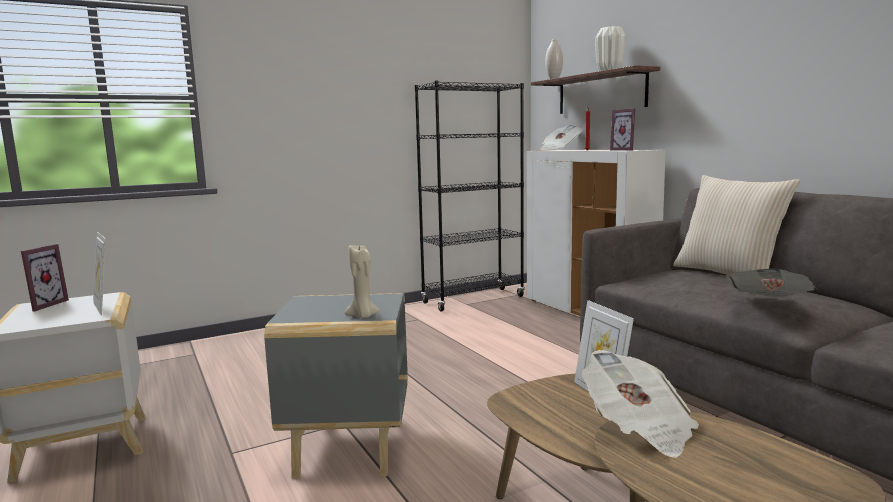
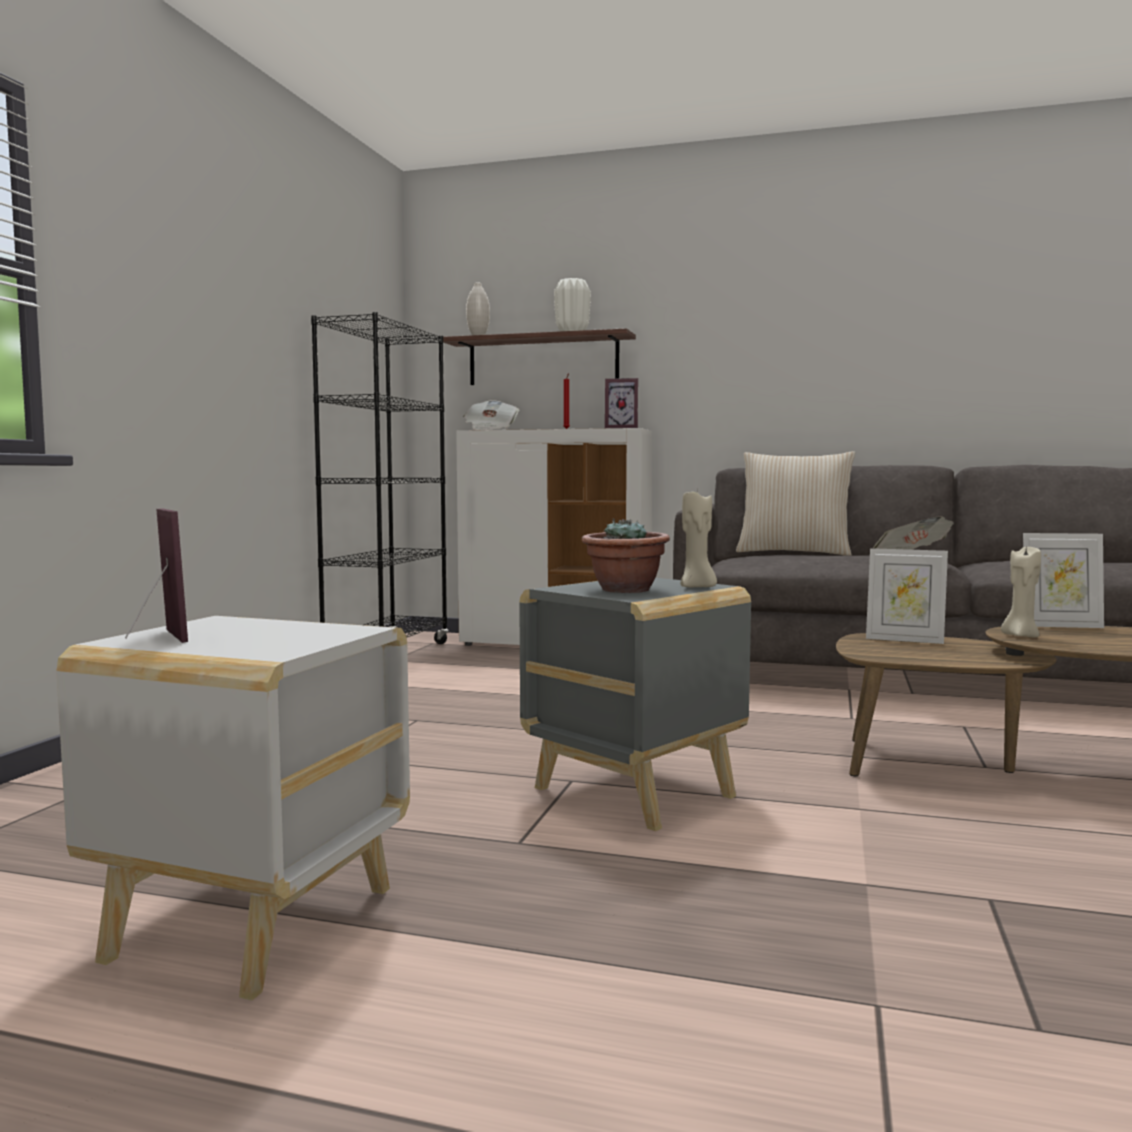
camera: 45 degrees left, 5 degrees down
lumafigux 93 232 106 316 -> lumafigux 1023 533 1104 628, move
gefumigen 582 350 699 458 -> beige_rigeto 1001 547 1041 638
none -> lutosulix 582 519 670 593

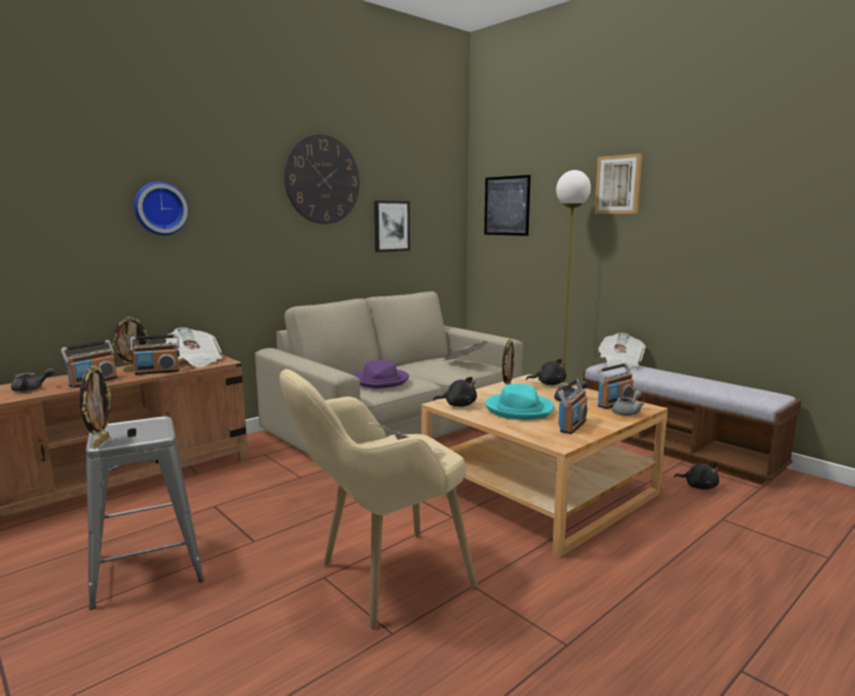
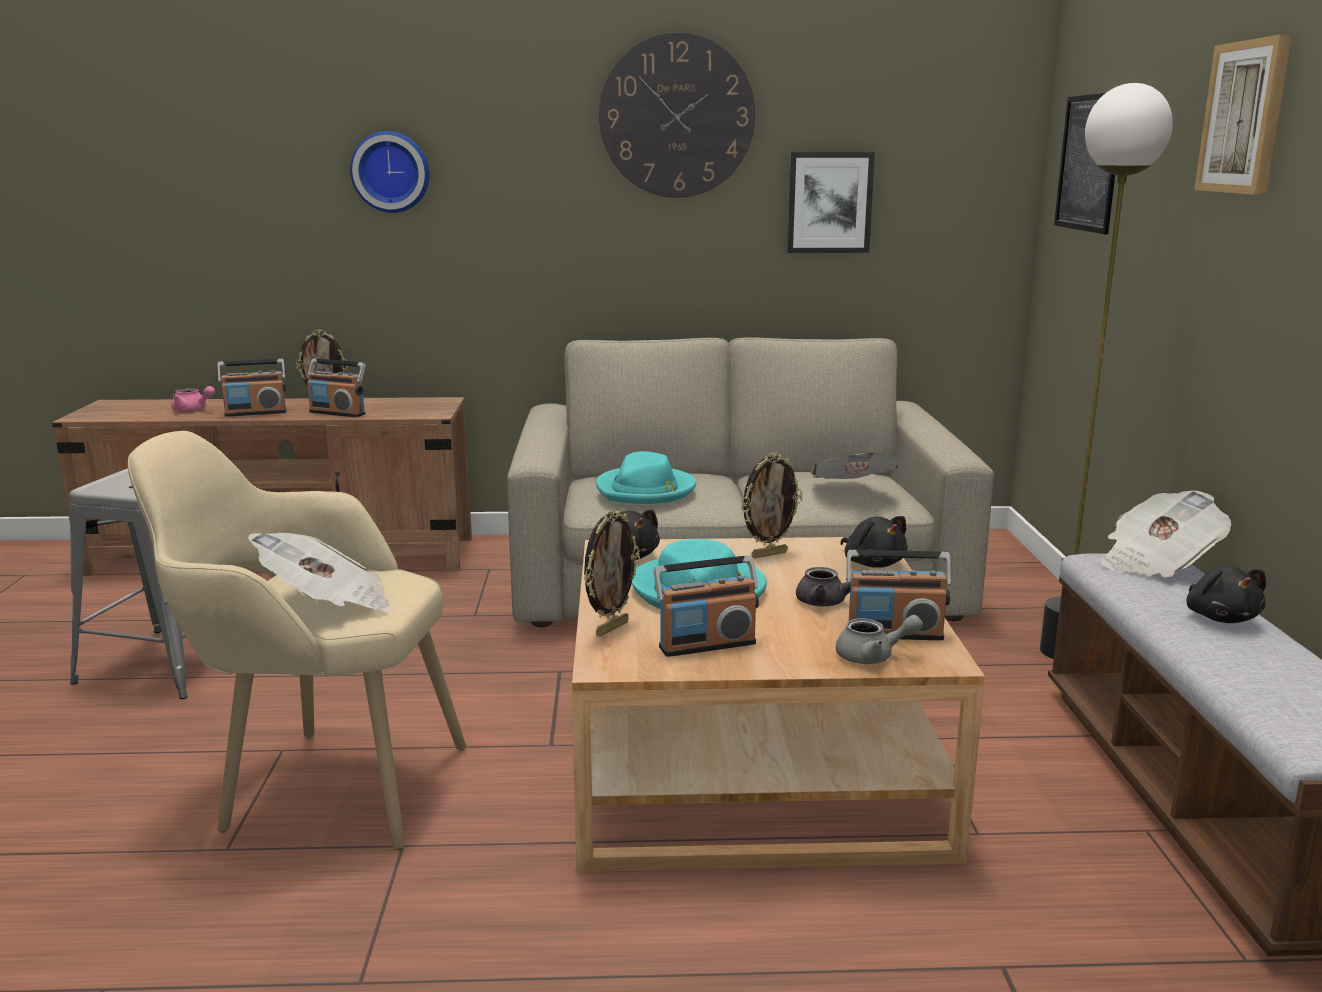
camera: 40 degrees right, 5 degrees up
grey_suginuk 11 368 55 392 -> pink_suginuk 171 386 215 412
lumafigux 80 365 111 448 -> lumafigux 584 509 640 637, move
gefumigen 166 327 223 367 -> none
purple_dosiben 353 360 409 389 -> turquoise_dosiben 596 451 696 504
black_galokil 674 462 719 490 -> black_galokil 1186 566 1266 623, move

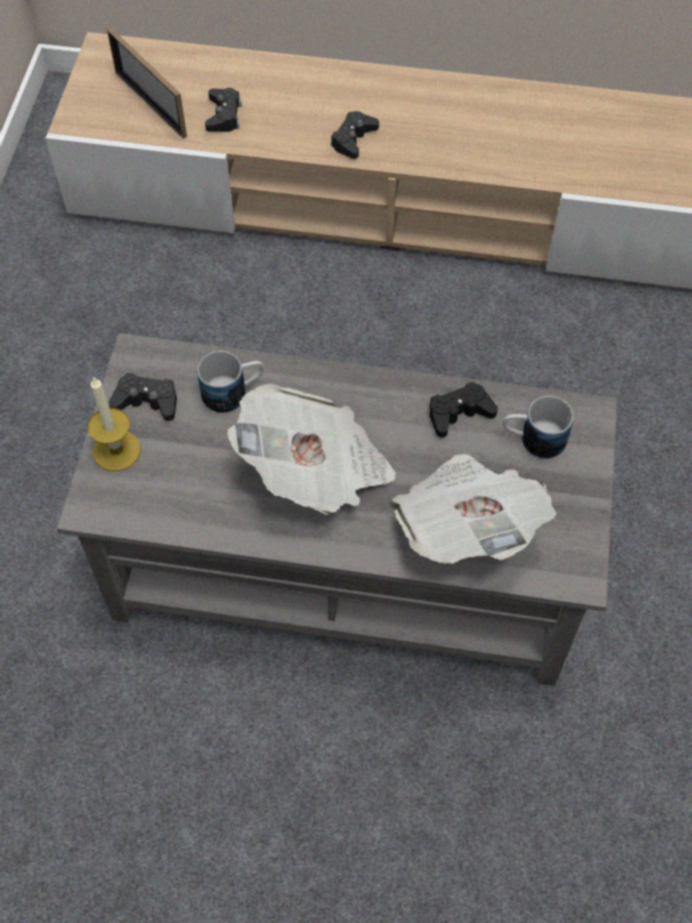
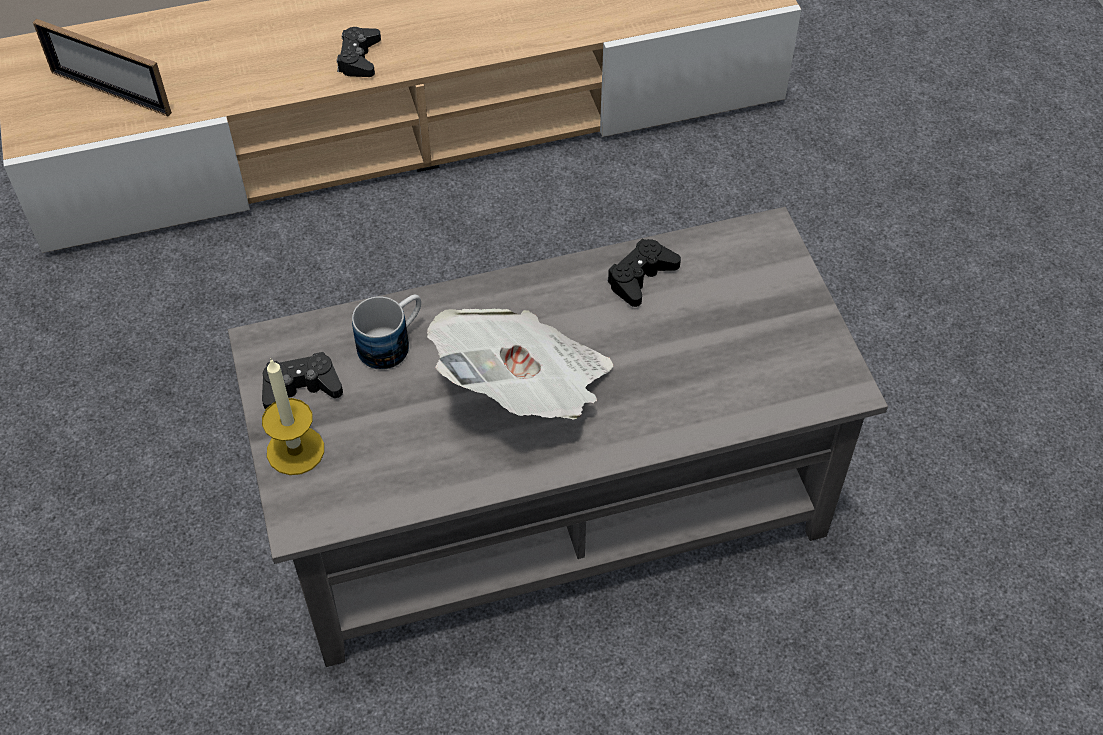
camera: 25 degrees left, 5 degrees down
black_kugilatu 205 88 242 132 -> none
gefumigen 392 454 556 564 -> none
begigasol 503 396 573 459 -> none

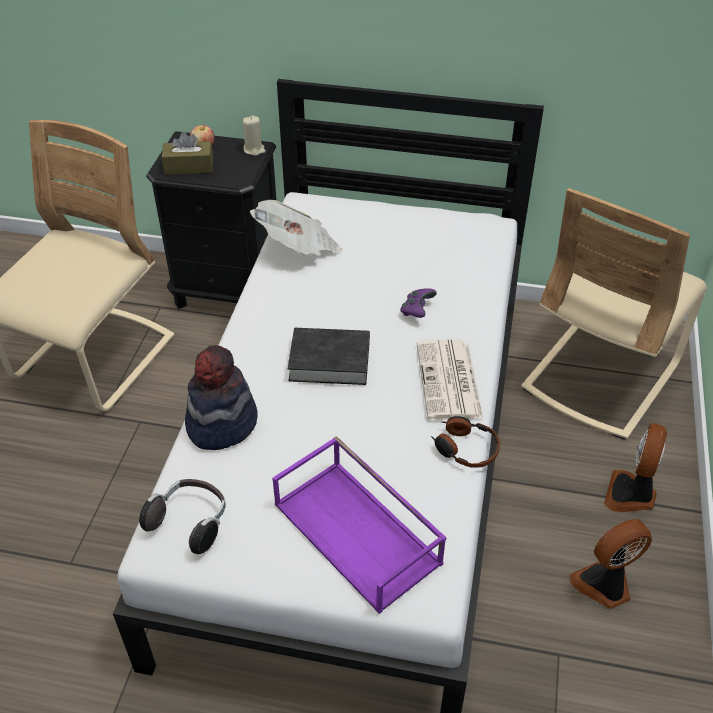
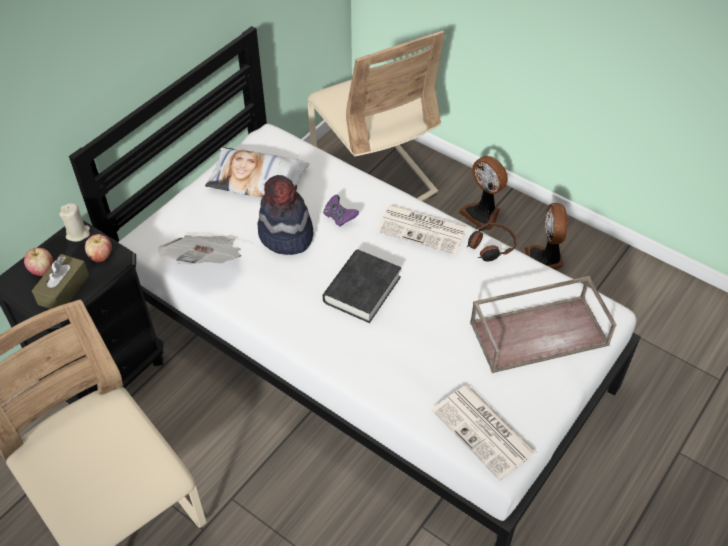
camera: 65 degrees left, 5 degrees up
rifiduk 139 479 226 554 -> gefumigen 432 385 537 480
dosiben 185 345 258 450 -> dosiben 257 175 313 255, move
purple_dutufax 272 436 446 614 -> brown_dutufax 470 276 617 373
none -> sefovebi 85 234 112 262
none -> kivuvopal 205 147 309 197

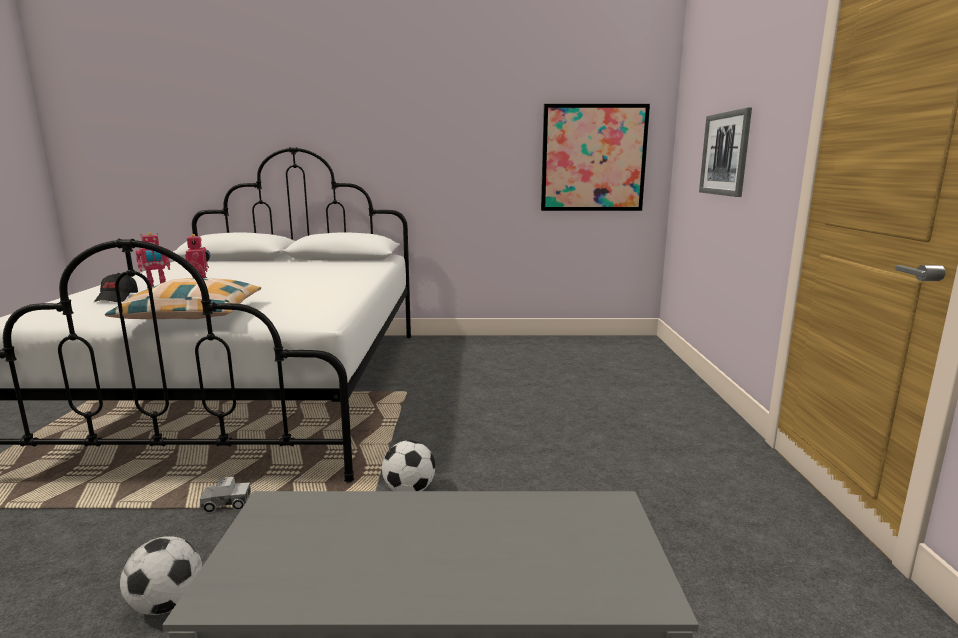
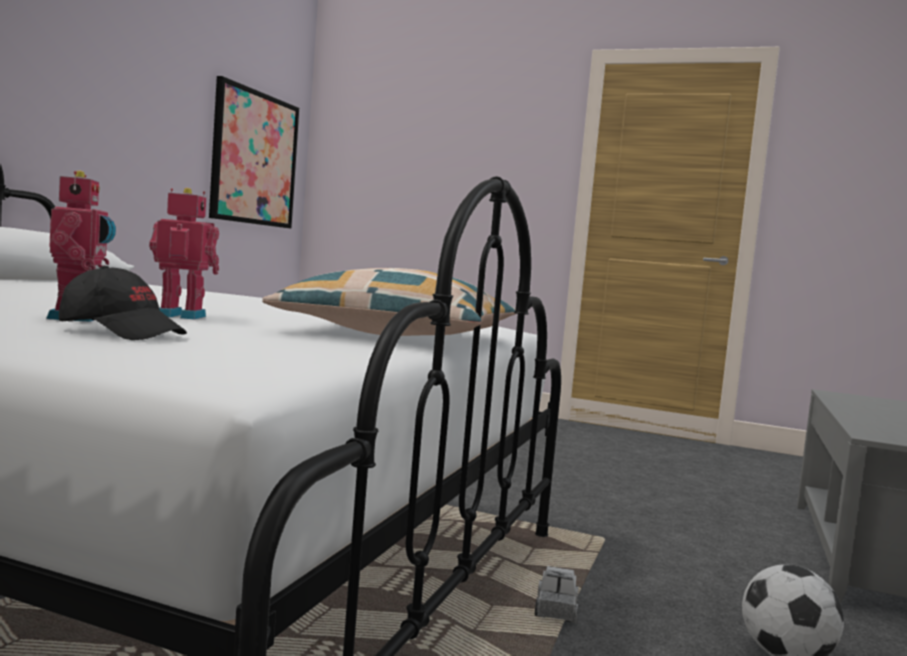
camera: 70 degrees left, 10 degrees down
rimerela 382 440 435 491 -> none
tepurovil 699 108 752 197 -> none

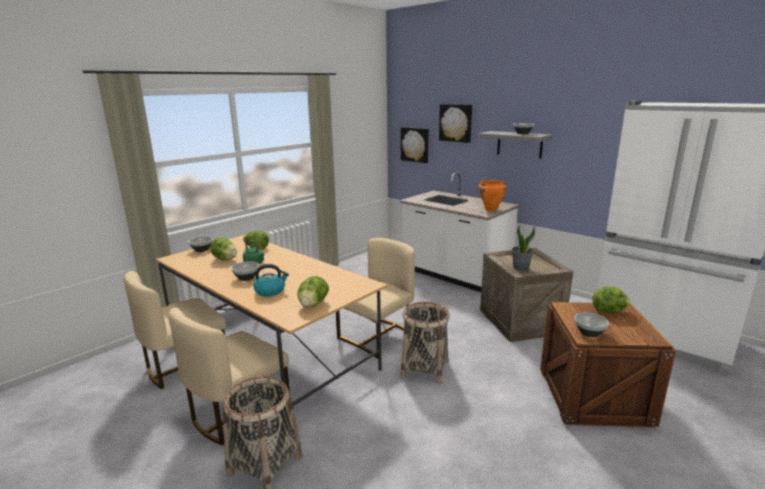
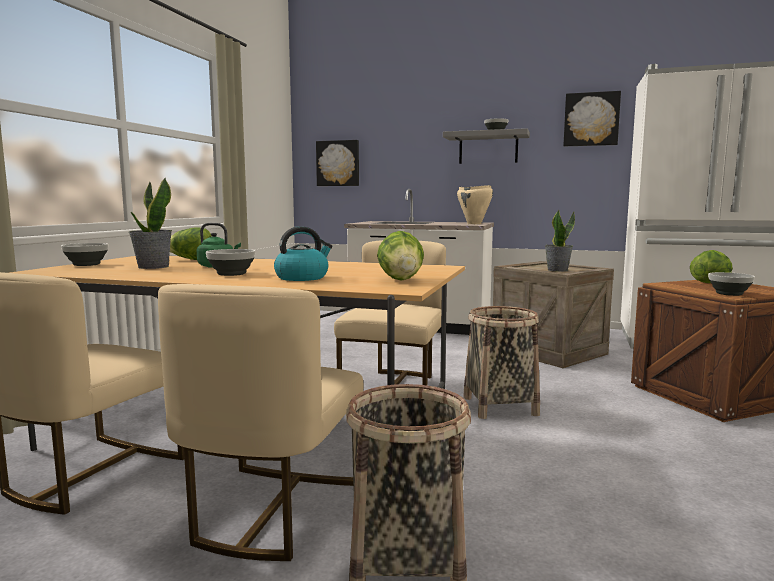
camera: 25 degrees left, 10 degrees down
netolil 210 237 237 260 -> lutosulix 129 178 172 269
tepurovil 439 104 472 143 -> tepurovil 563 91 621 146, move
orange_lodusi 479 180 507 212 -> beige_lodusi 457 185 493 224

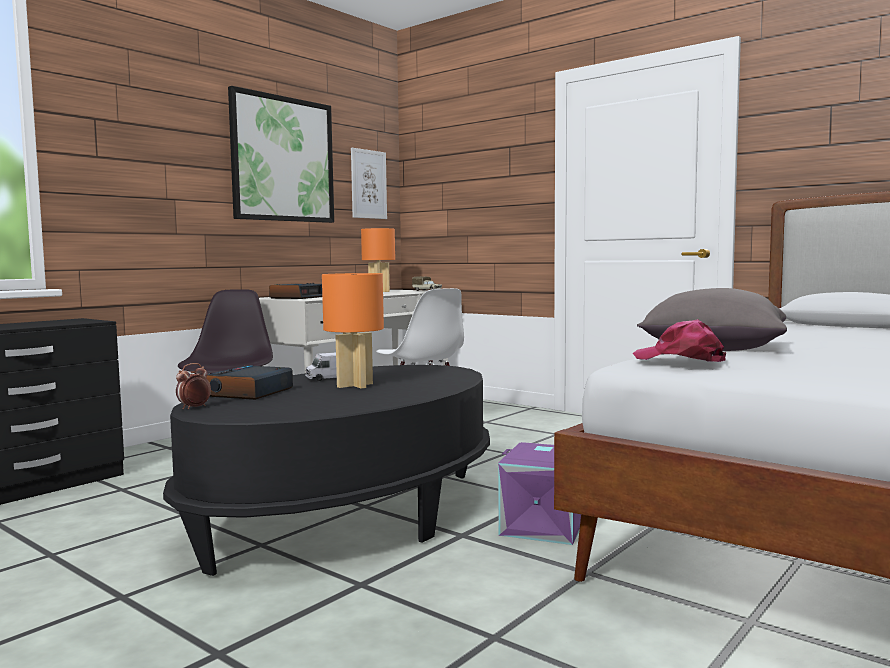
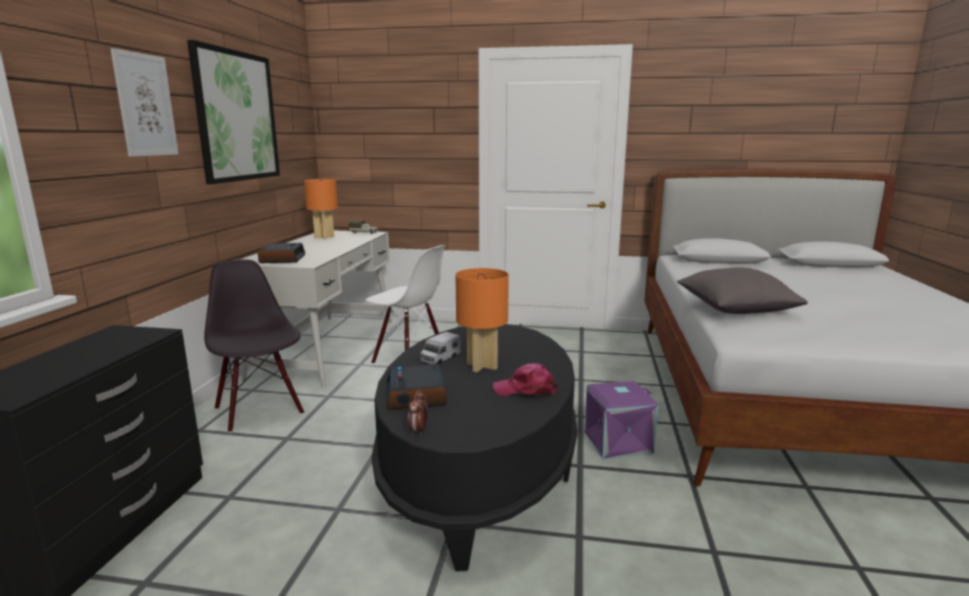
camera: 30 degrees left, 10 degrees up
tepurovil 351 148 387 219 -> tepurovil 110 48 179 157, move
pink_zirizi 633 319 726 362 -> pink_zirizi 493 363 558 396, move

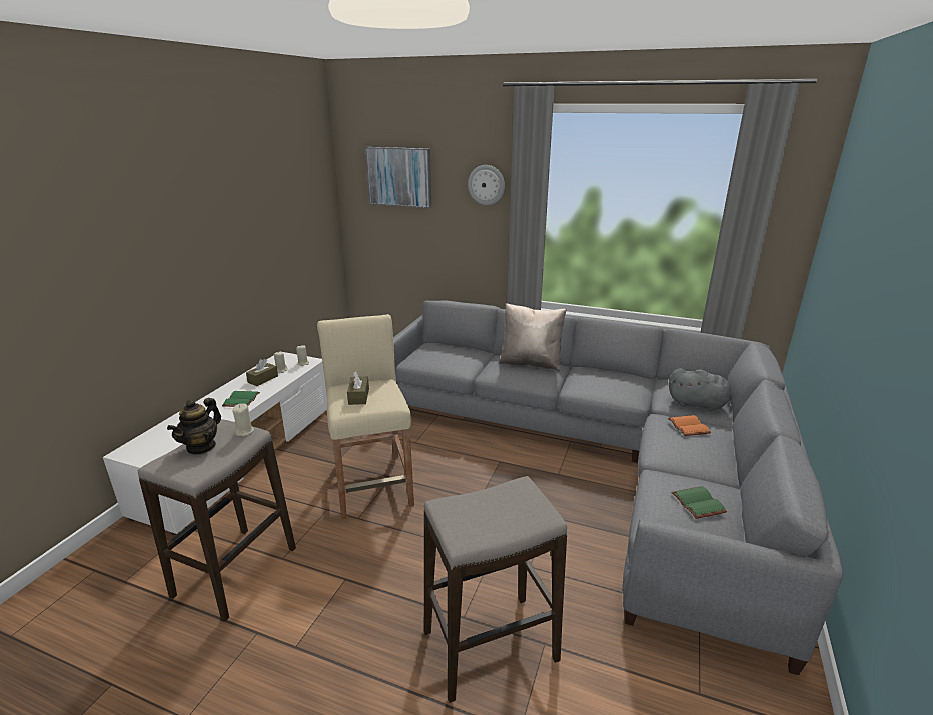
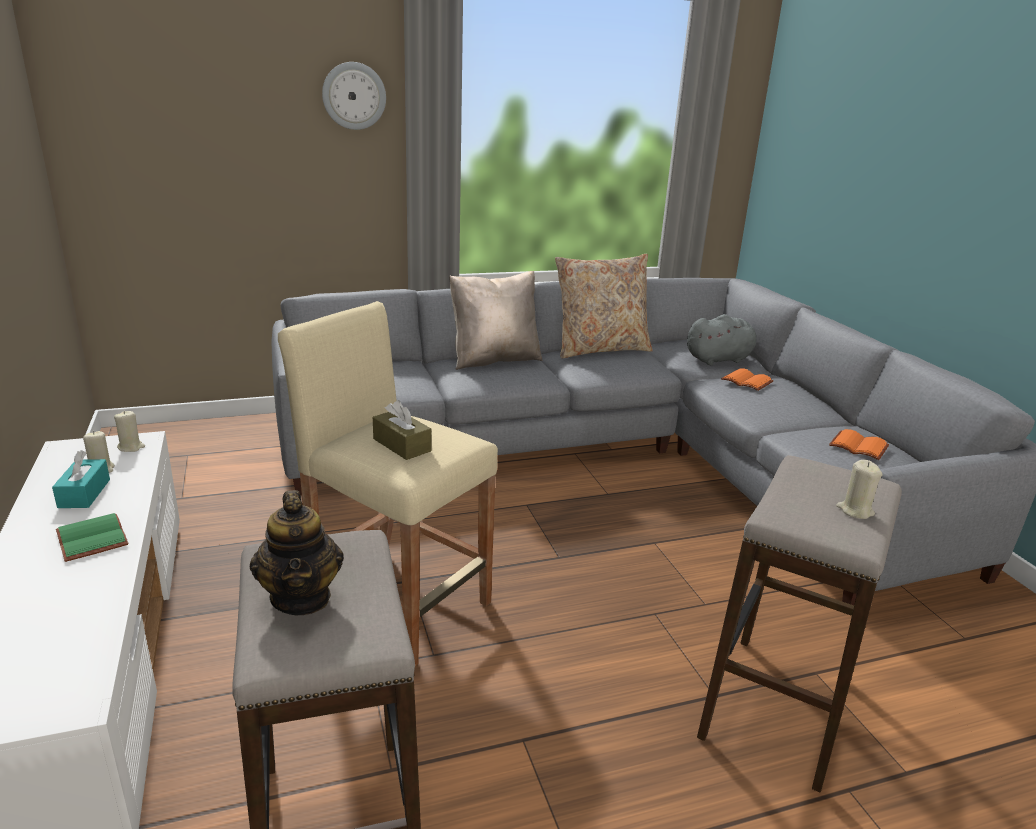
camera: 40 degrees left, 0 degrees up
beige_rigeto 232 403 254 436 -> beige_rigeto 836 460 883 519, move
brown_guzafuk 246 359 278 386 -> turquoise_guzafuk 52 450 110 508
tepurovil 365 147 431 208 -> none
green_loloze 671 486 727 519 -> orange_loloze 829 429 889 460
none -> beige_kivuvopal 555 254 653 359

